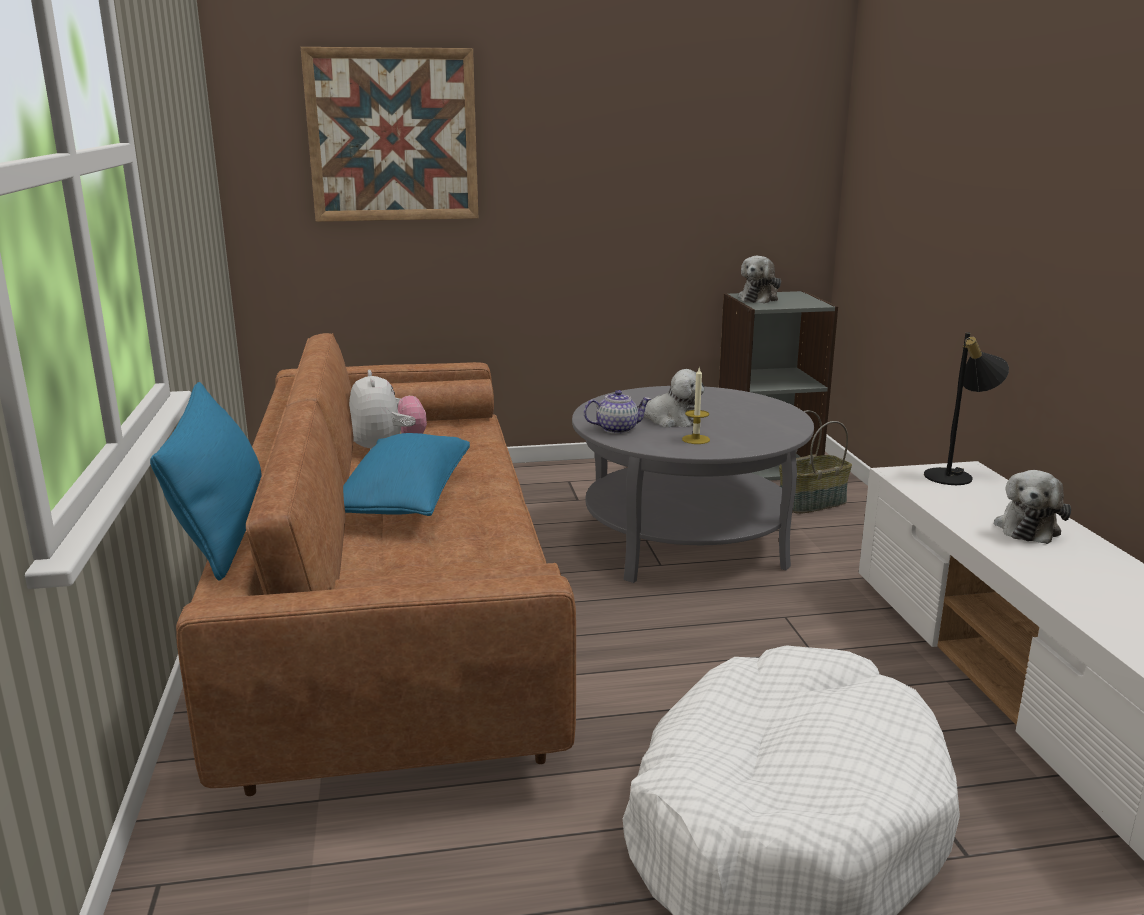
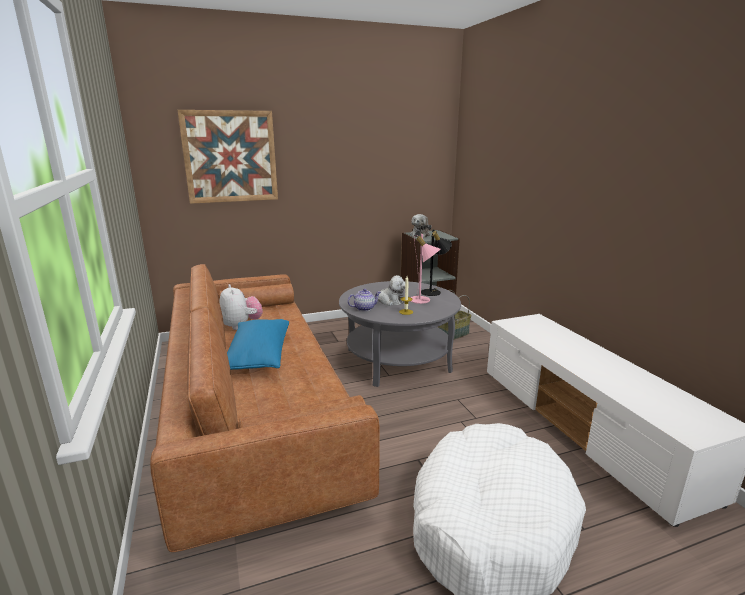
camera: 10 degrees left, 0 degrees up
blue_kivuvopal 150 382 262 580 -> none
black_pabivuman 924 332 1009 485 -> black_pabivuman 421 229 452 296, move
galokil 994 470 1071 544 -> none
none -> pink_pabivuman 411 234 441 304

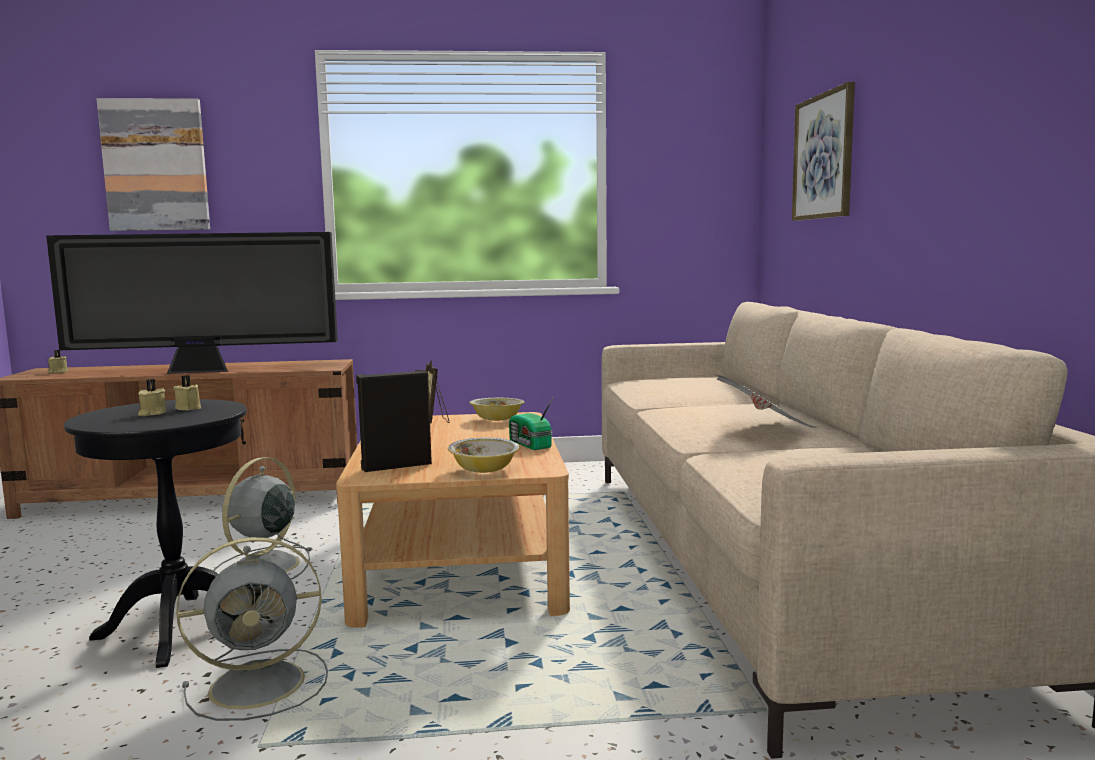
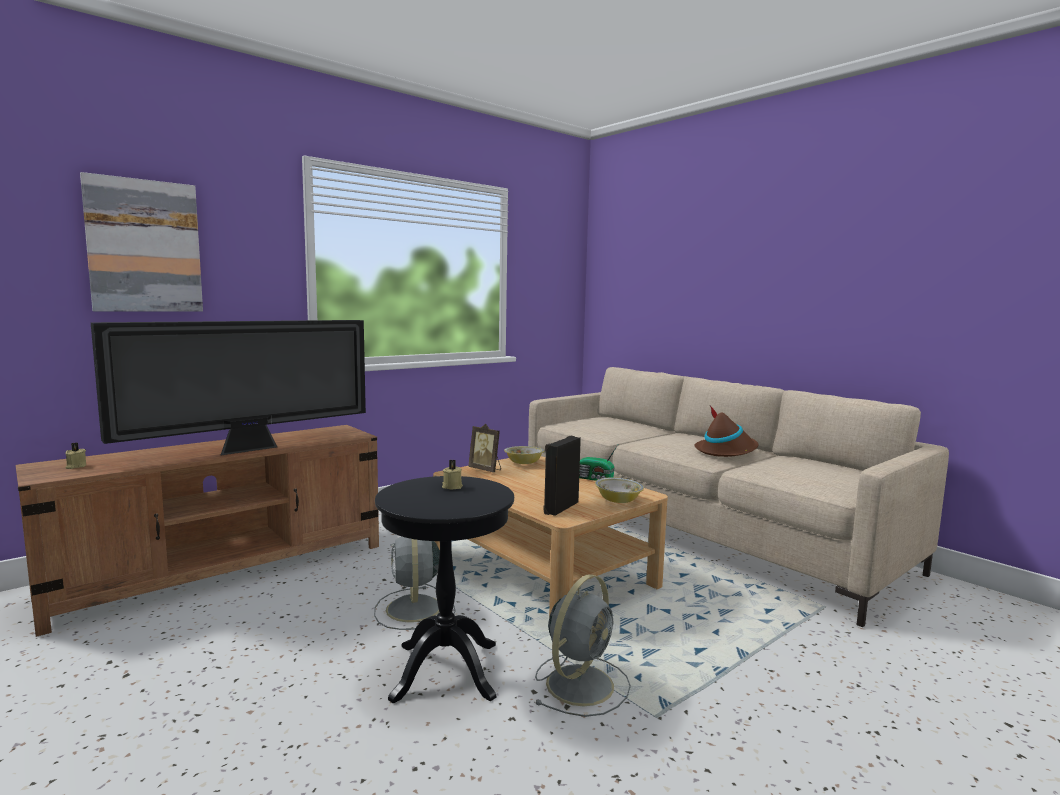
camera: 35 degrees left, 0 degrees up
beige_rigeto 138 379 166 416 -> none
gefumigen 716 375 818 428 -> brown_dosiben 695 405 758 457
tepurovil 792 82 855 221 -> none

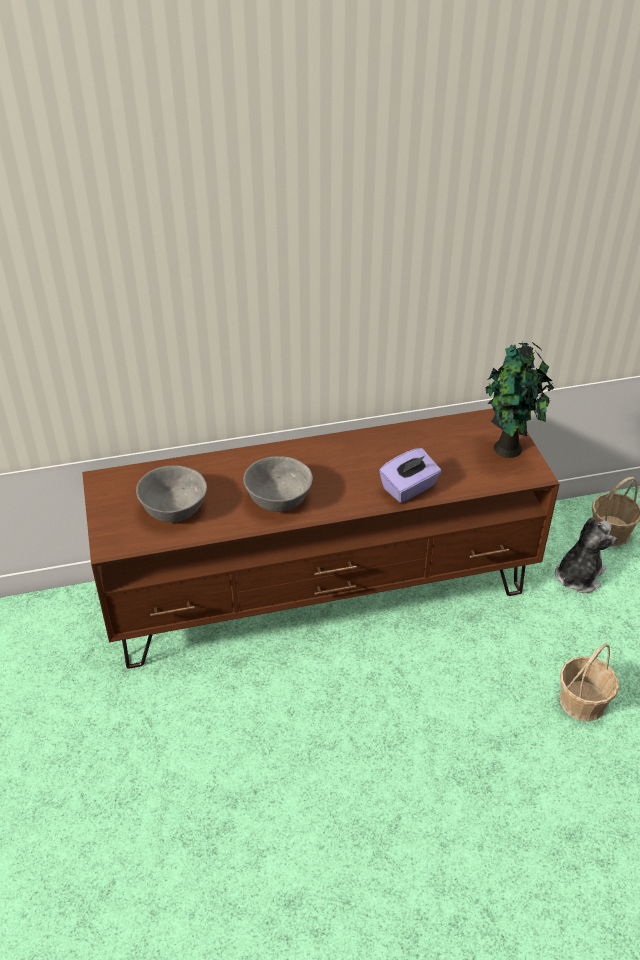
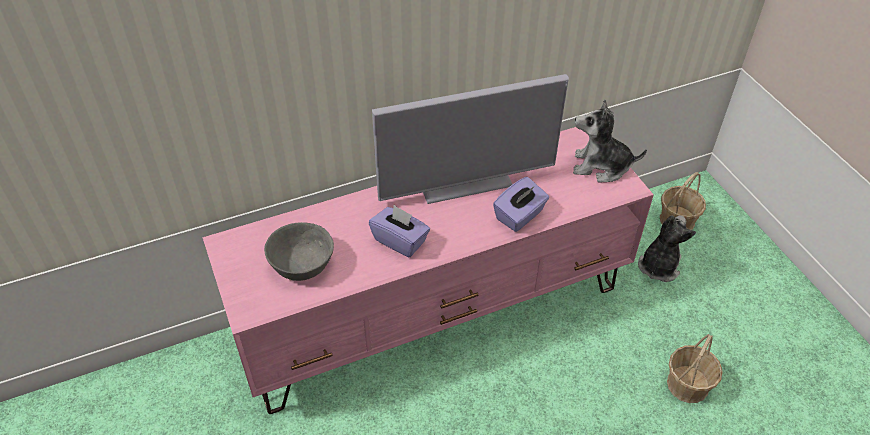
camera: 10 degrees left, 5 degrees up
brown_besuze 82 408 559 669 -> pink_besuze 202 127 654 414
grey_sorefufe 243 456 313 512 -> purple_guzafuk 369 205 430 257
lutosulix 486 342 554 458 -> galokil 573 100 647 183
none -> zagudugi 372 74 569 204

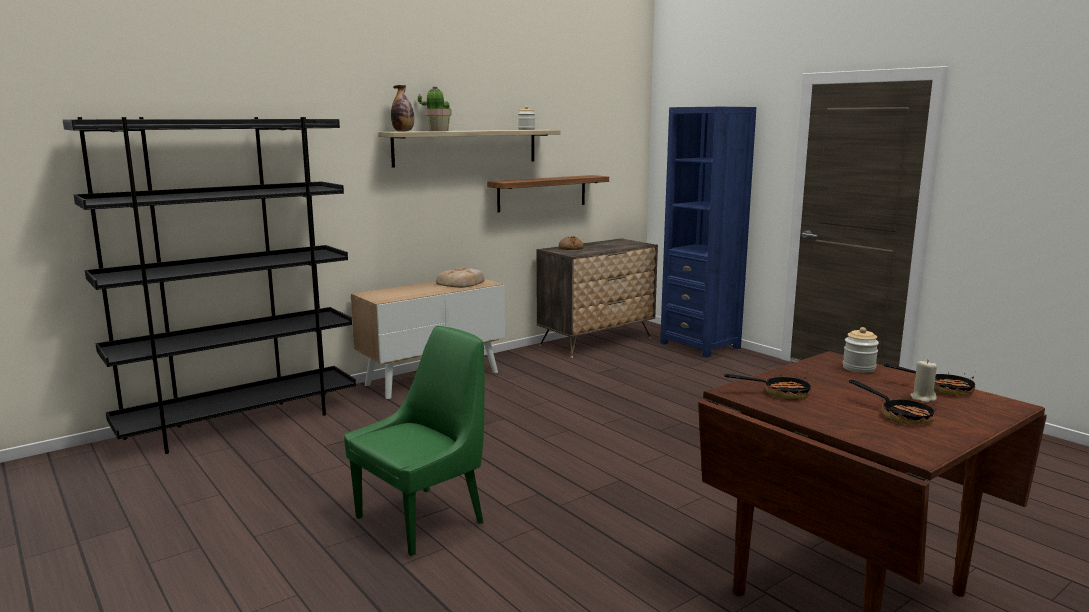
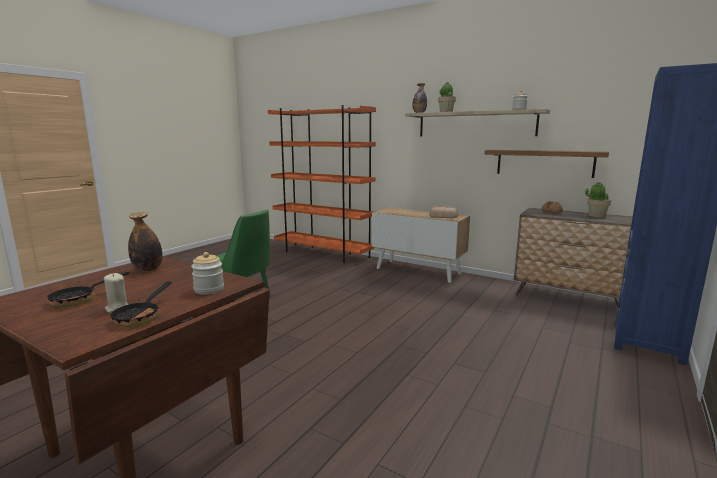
camera: 70 degrees right, 0 degrees up
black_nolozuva 63 117 356 454 -> orange_nolozuva 268 105 376 263
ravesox 724 374 811 399 -> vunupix 128 212 163 271
none -> lutosulix 585 182 611 217

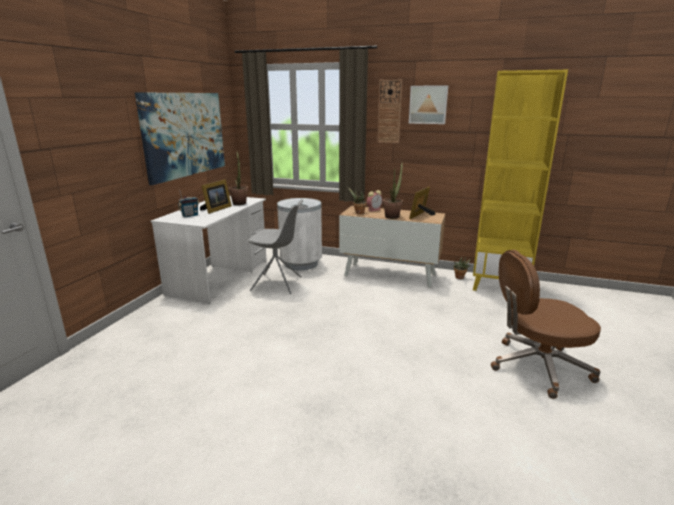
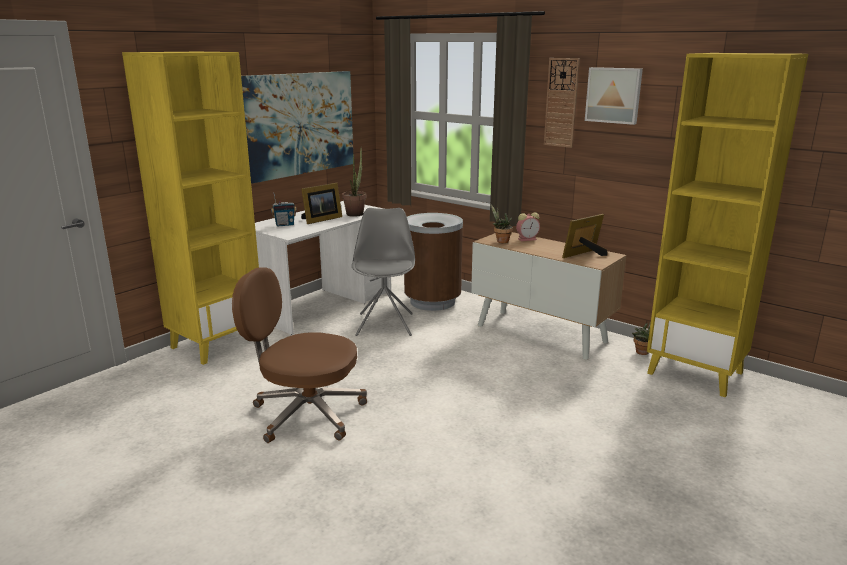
camera: 20 degrees right, 0 degrees up
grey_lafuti 246 199 303 294 -> grey_lafuti 352 208 415 336, 120 degrees counterclockwise
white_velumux 277 198 322 270 -> brown_velumux 404 213 463 311
lutosulix 383 164 403 219 -> none
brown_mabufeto 491 250 601 399 -> brown_mabufeto 232 267 367 443, move
none -> yellow_nolozuva 122 52 259 365

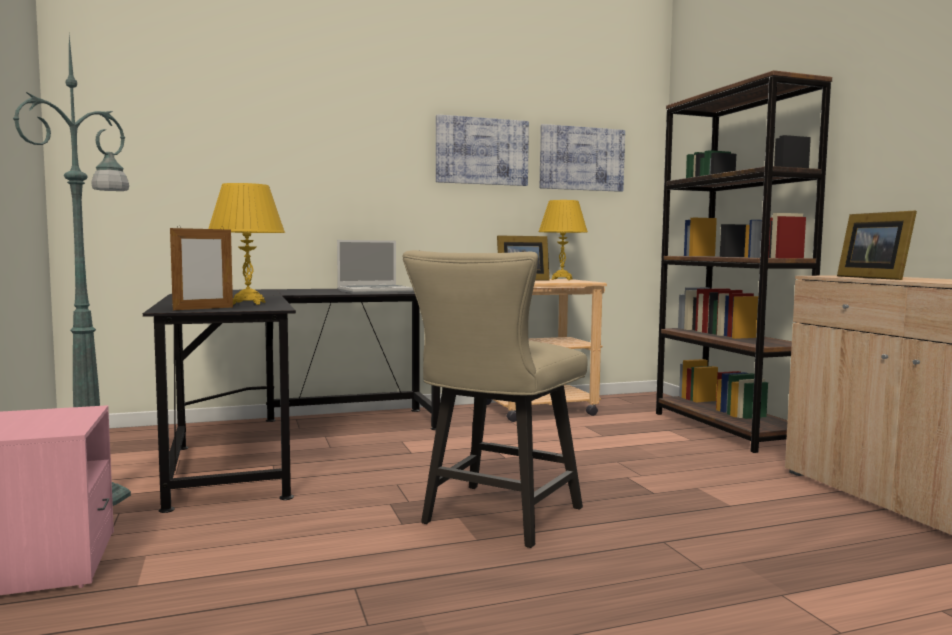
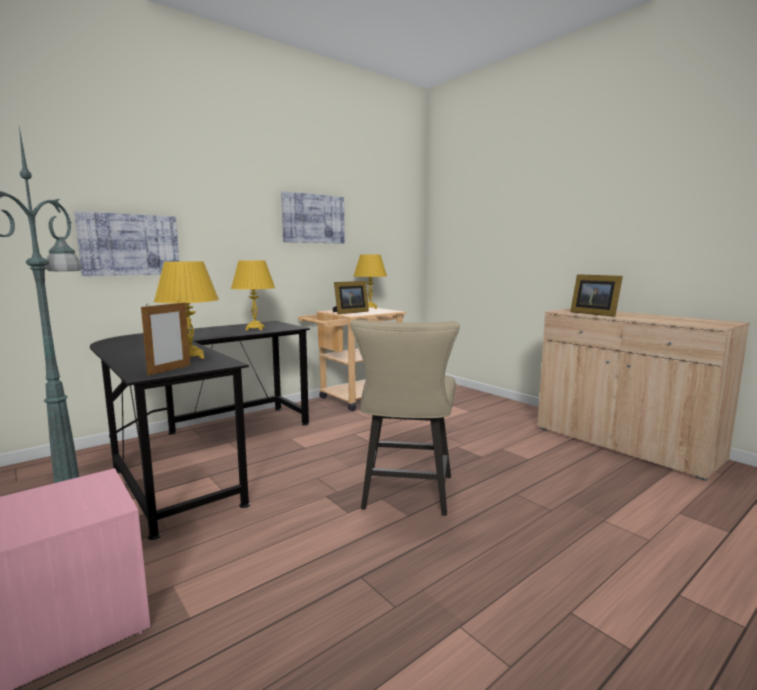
camera: 20 degrees left, 5 degrees up
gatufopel 337 240 413 294 -> yellow_pabivuman 231 260 275 330
tepurovil 540 124 625 192 -> tepurovil 74 211 179 276, move
brown_nolozuva 656 70 832 453 -> none

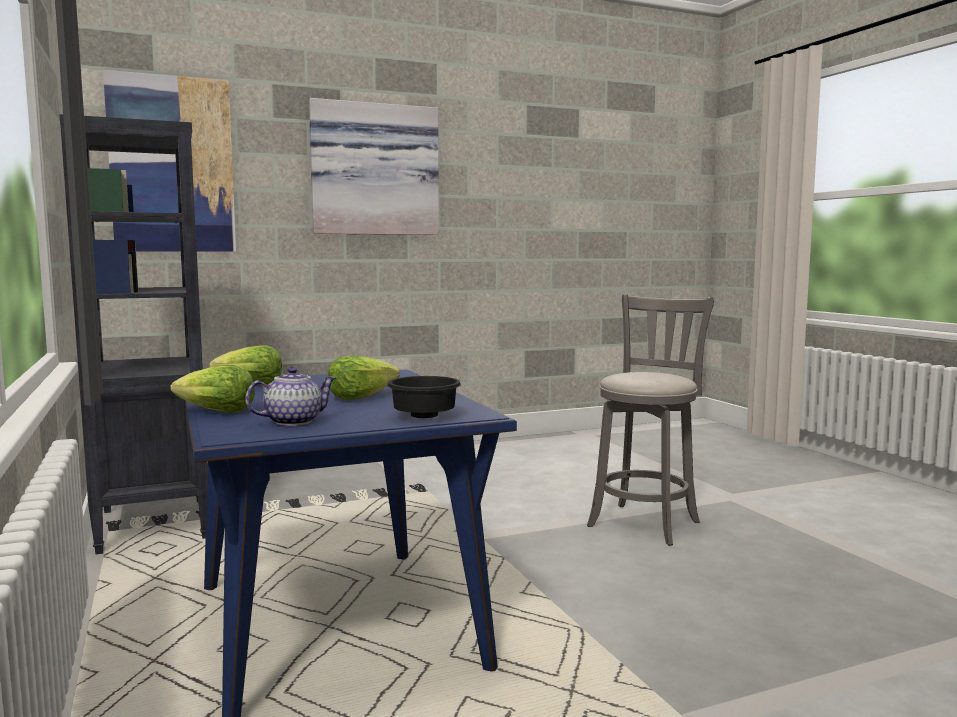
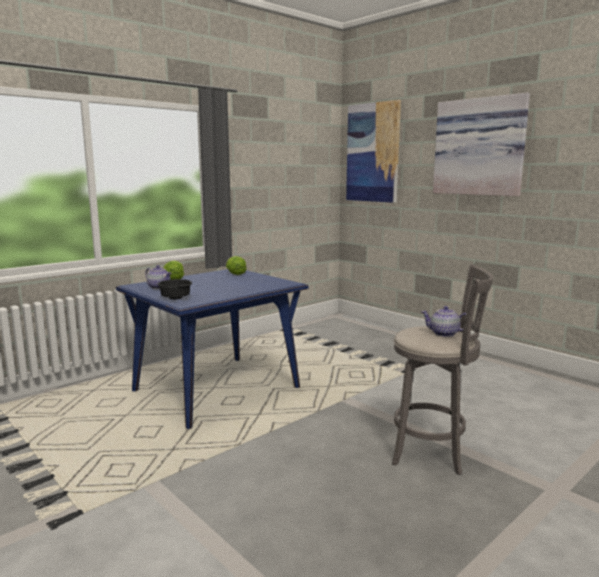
camera: 70 degrees right, 5 degrees up
black_nolozuva 59 114 208 555 -> none
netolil 328 356 400 400 -> none
none -> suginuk 421 306 466 337

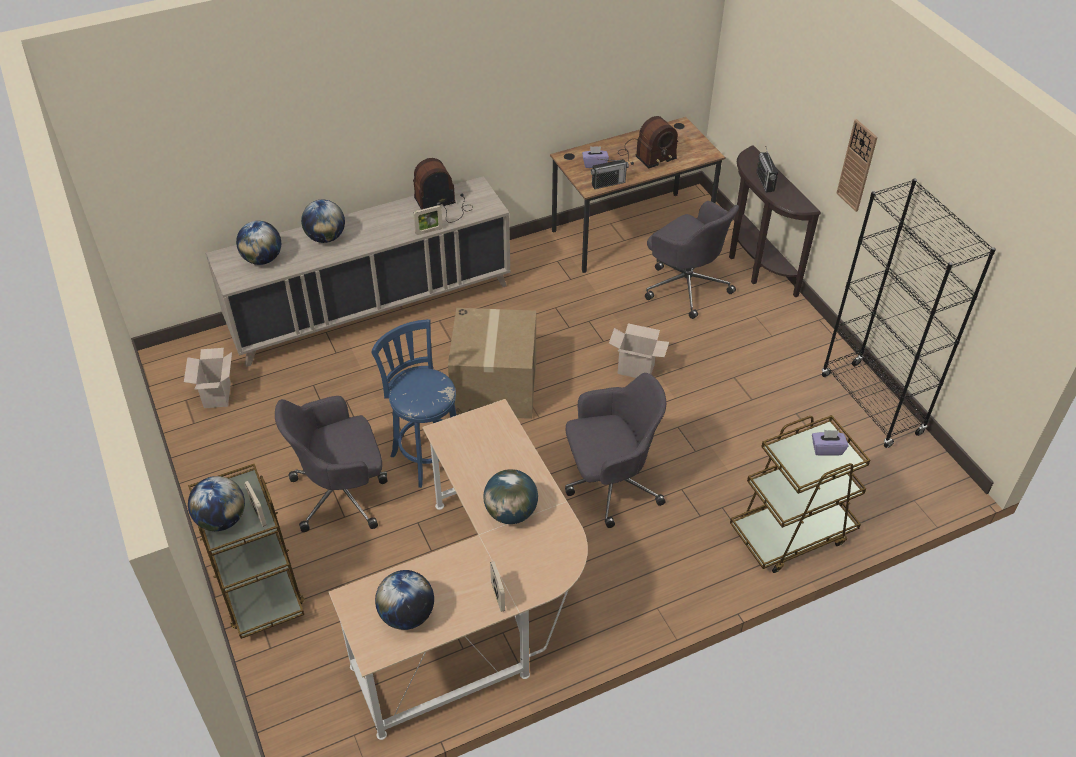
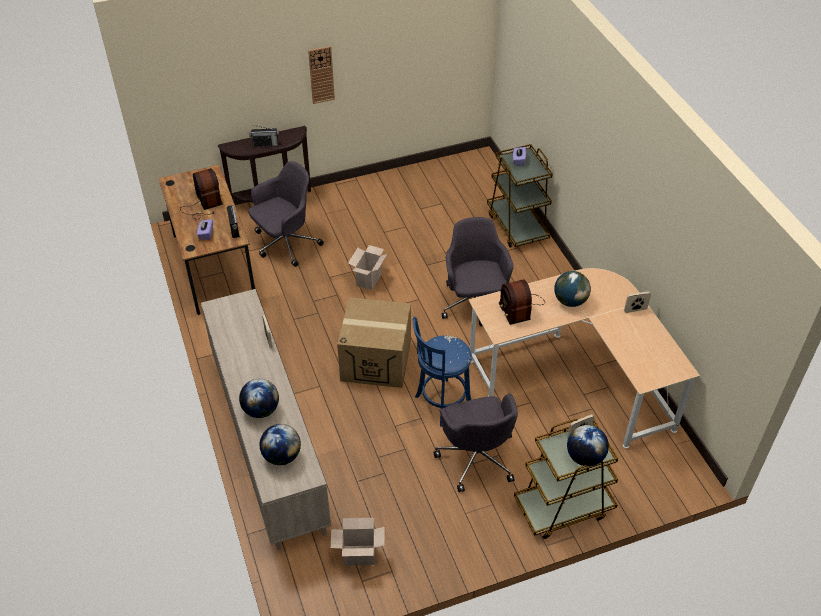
camera: 85 degrees left, 0 degrees up
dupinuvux 375 570 434 630 -> none
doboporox 413 158 473 223 -> doboporox 499 279 545 325, move
black_nolozuva 822 178 996 448 -> none

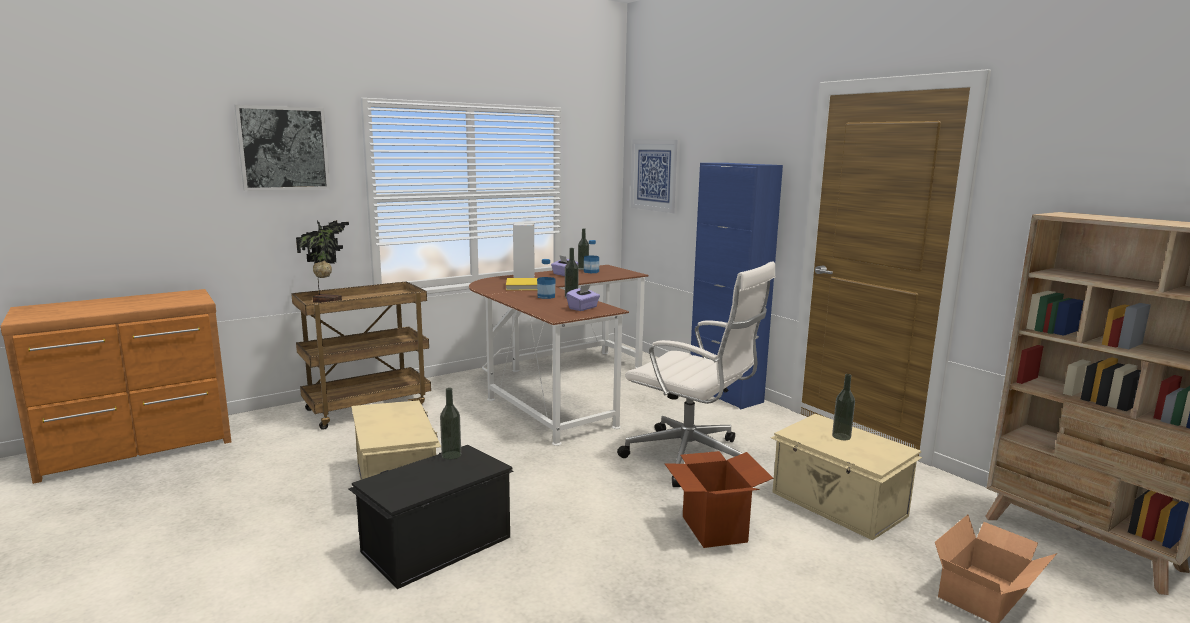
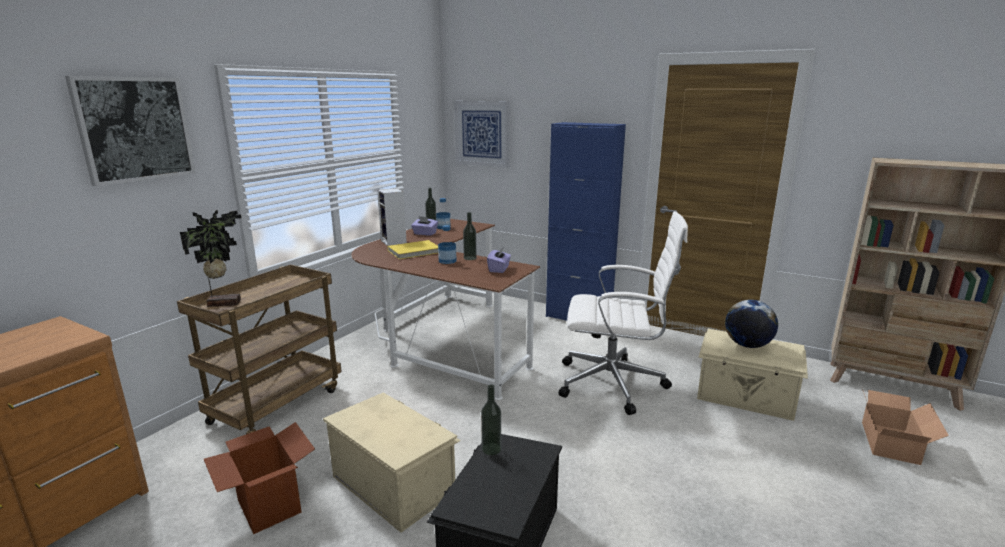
camera: 25 degrees left, 5 degrees up
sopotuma 665 451 774 548 -> sopotuma 204 422 315 534, move
vunupix 832 374 855 440 -> dupinuvux 725 300 778 348

